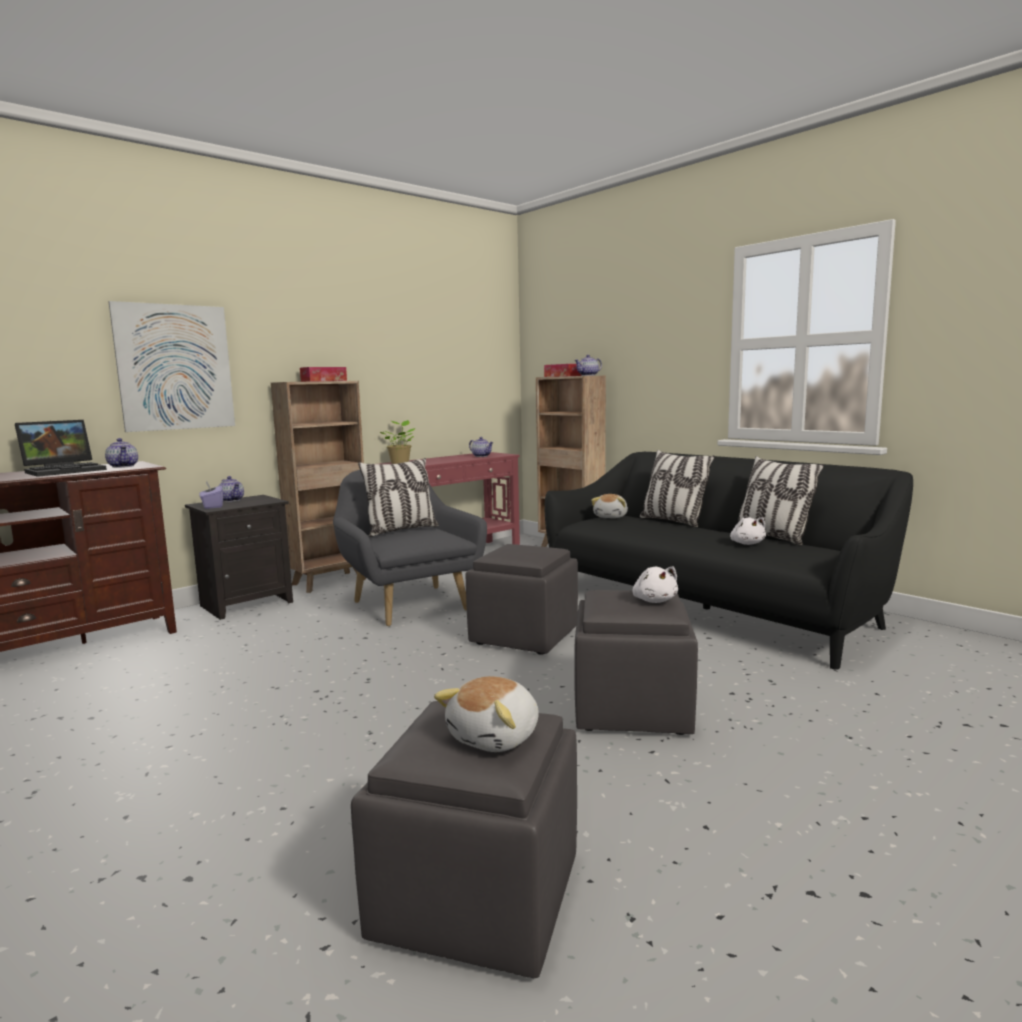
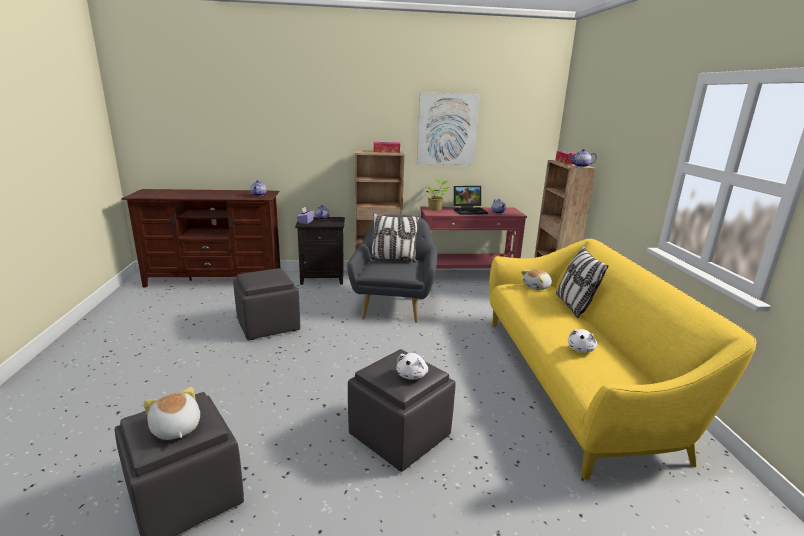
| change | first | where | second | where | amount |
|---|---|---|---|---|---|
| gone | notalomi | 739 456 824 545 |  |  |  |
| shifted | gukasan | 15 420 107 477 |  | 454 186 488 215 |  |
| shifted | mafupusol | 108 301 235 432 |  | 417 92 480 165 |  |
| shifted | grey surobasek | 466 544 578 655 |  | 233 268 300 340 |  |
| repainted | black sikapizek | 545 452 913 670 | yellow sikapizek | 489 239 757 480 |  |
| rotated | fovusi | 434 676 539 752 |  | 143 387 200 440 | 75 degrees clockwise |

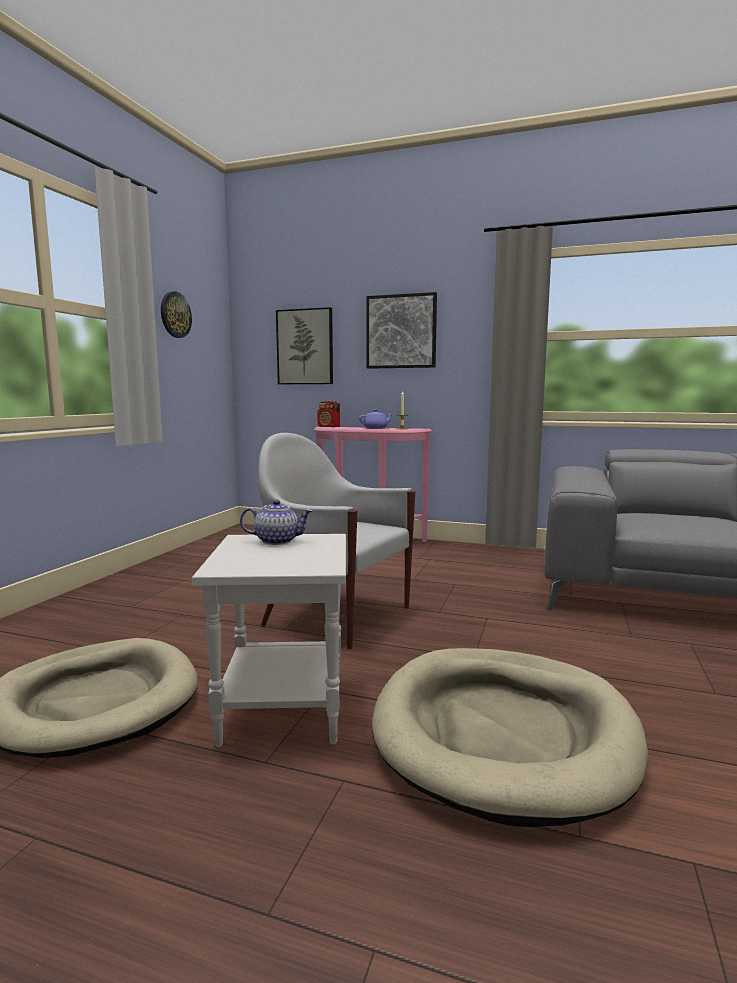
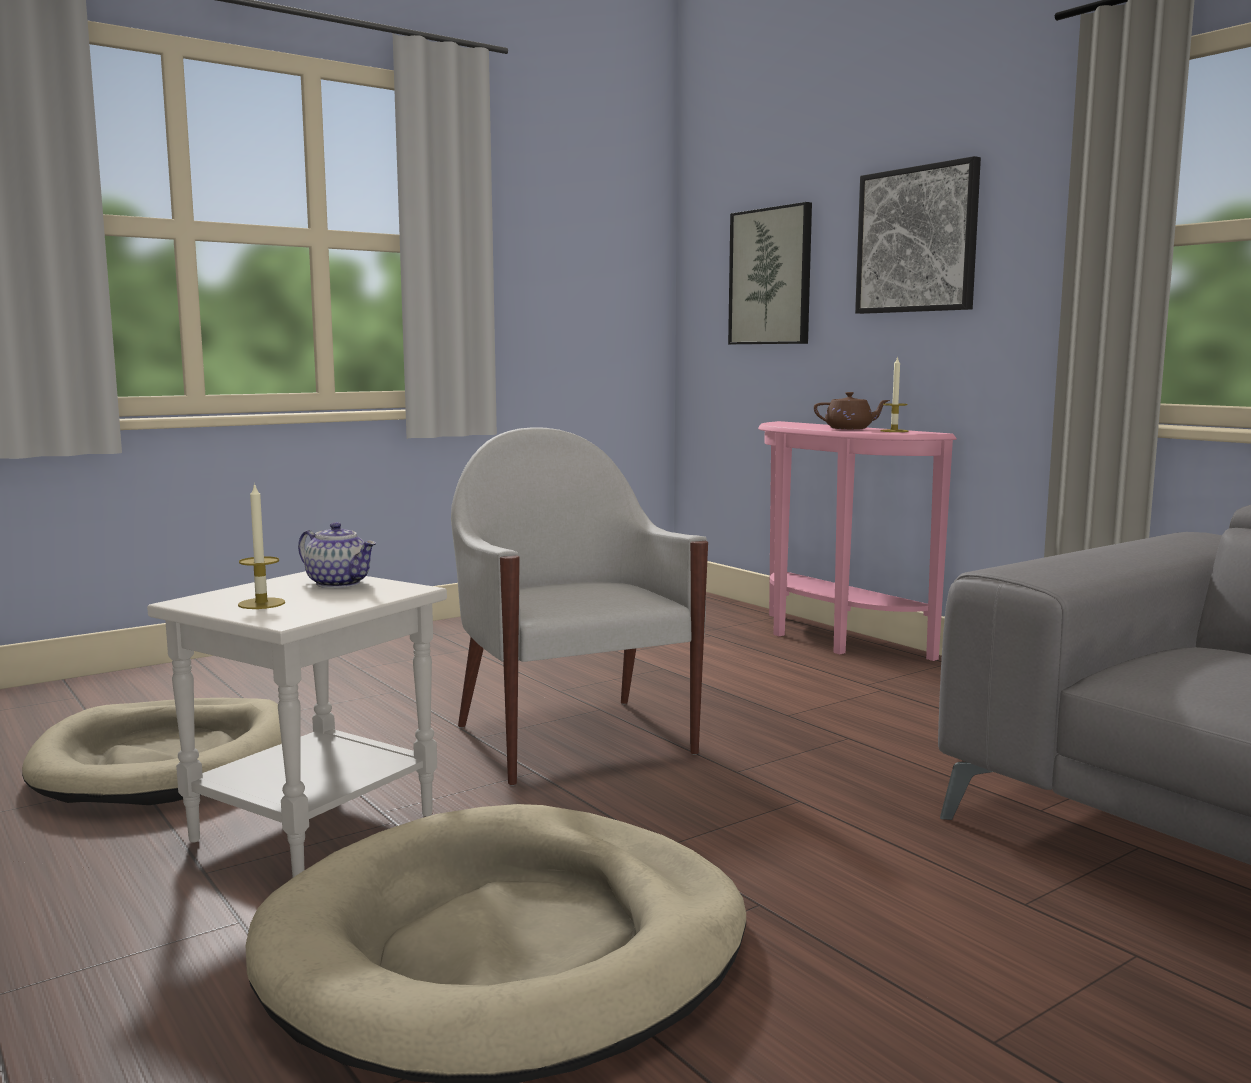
| change | first | where | second | where | amount |
|---|---|---|---|---|---|
| gone | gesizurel | 161 291 192 338 |  |  |  |
| gone | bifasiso | 317 400 340 428 |  |  |  |
| new |  |  | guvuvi | 238 482 285 609 |  |
| repainted | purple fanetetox | 359 409 393 429 | brown fanetetox | 814 392 890 429 |  |

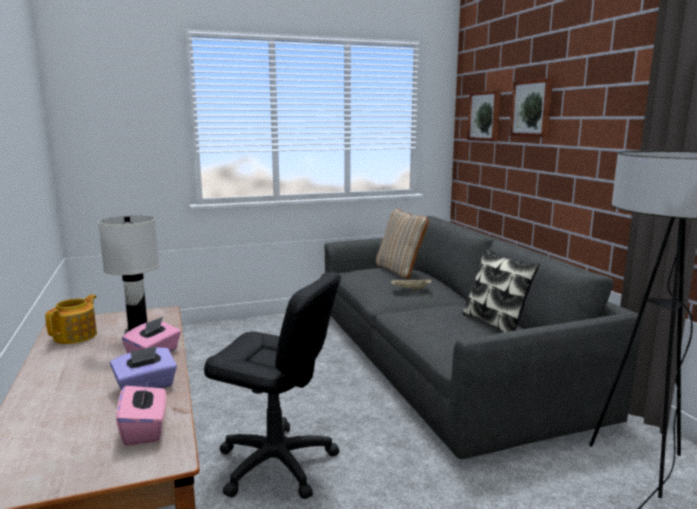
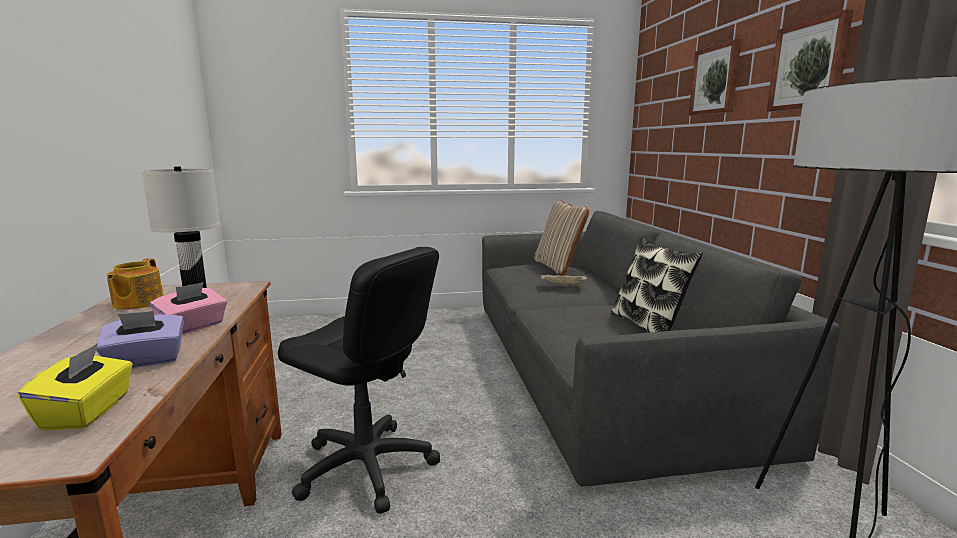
| change | first | where | second | where | amount |
|---|---|---|---|---|---|
| shifted | mafupusol | 467 90 501 142 |  | 767 9 854 112 |  |
| repainted | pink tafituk | 116 377 166 446 | yellow tafituk | 18 343 133 431 |  |
| rotated | fanetetox | 45 294 97 344 |  | 107 258 163 310 | 150 degrees clockwise |

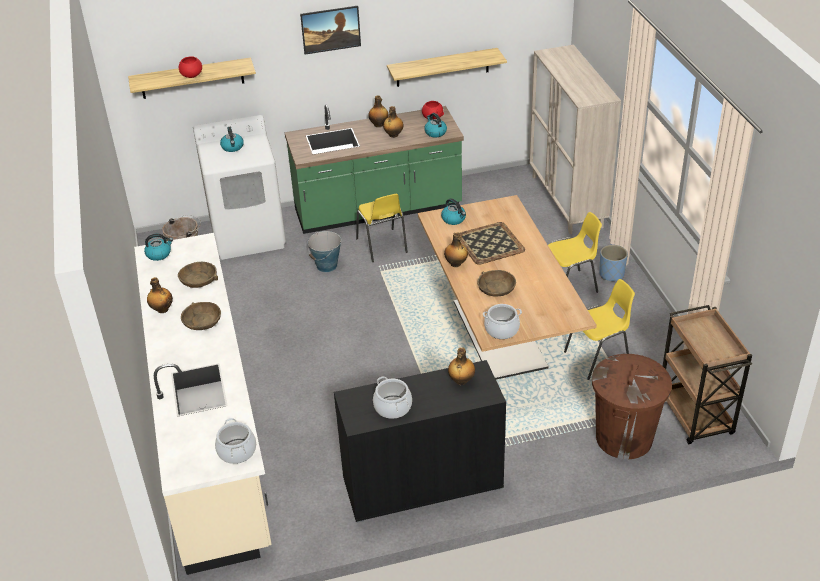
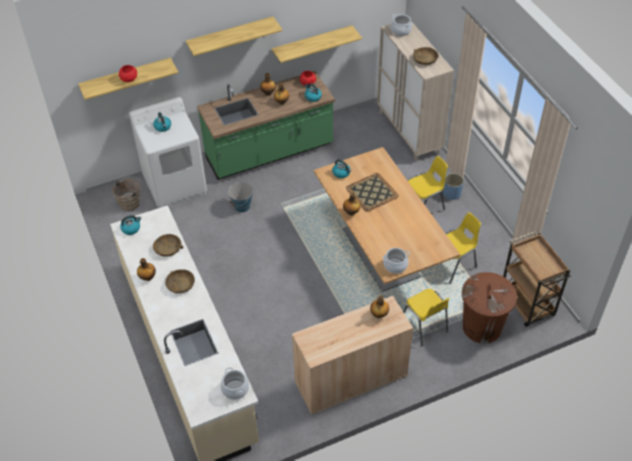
| change | first | where | second | where | amount |
|---|---|---|---|---|---|
| shifted | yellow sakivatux | 356 194 408 262 |  | 403 289 450 346 |  |
| shifted | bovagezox | 373 376 412 419 |  | 391 14 412 36 |  |
| shifted | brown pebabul | 477 270 516 297 |  | 413 47 439 65 |  |
| swapped | mafupusol | 300 6 361 55 | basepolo | 186 16 283 56 |  |
| repainted | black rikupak | 334 360 506 523 | beige rikupak | 292 296 413 415 |  |

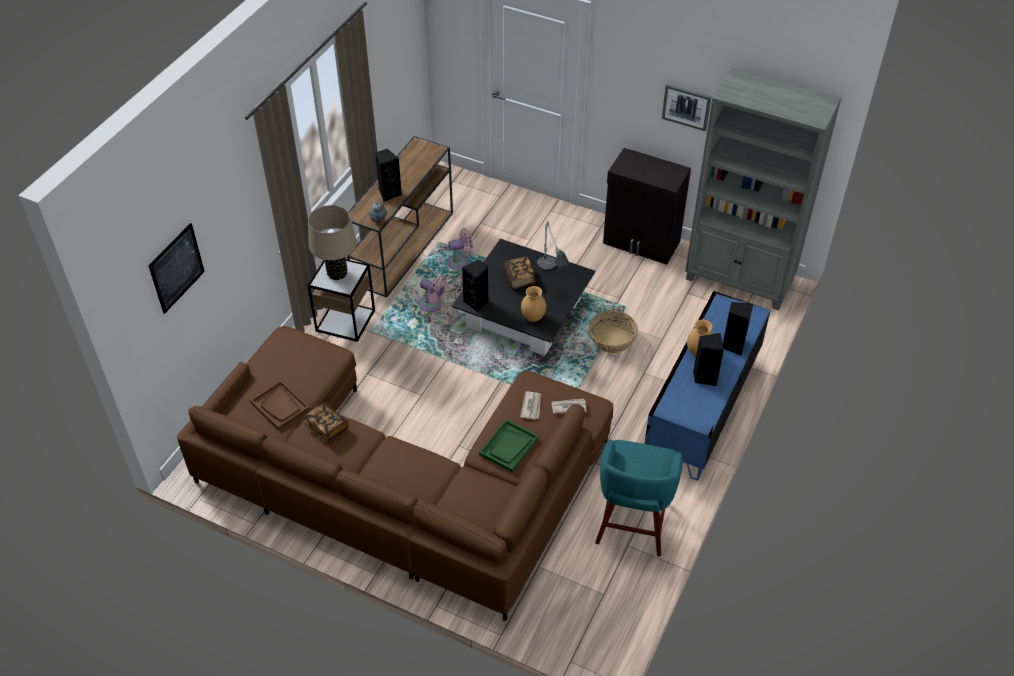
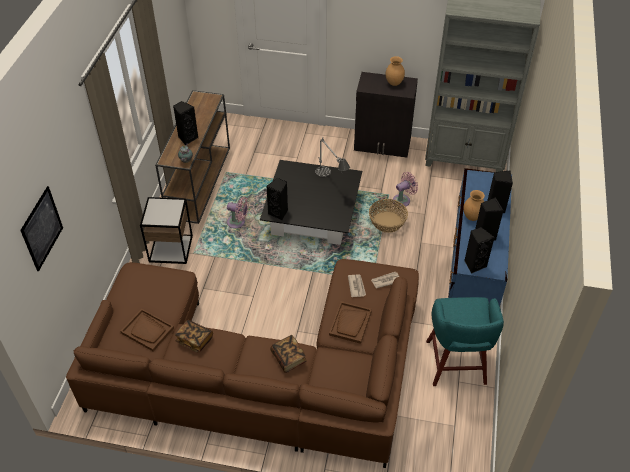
| change | first | where | second | where | amount |
|---|---|---|---|---|---|
| gone | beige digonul | 308 205 357 280 |  |  |  |
| gone | mafupusol | 662 84 712 131 |  |  |  |
| new |  |  | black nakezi | 464 227 495 274 |  |
| shifted | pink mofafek | 447 228 474 270 |  | 393 172 418 207 |  |
| shifted | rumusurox | 504 256 536 289 |  | 270 335 307 373 |  |
| shifted | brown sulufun | 521 286 546 322 |  | 386 56 405 86 |  |
| repainted | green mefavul | 479 419 539 472 | brown mefavul | 329 301 372 344 |  |

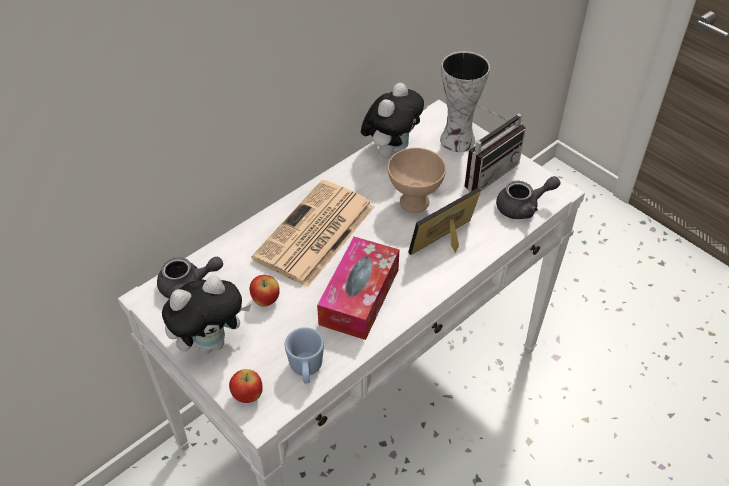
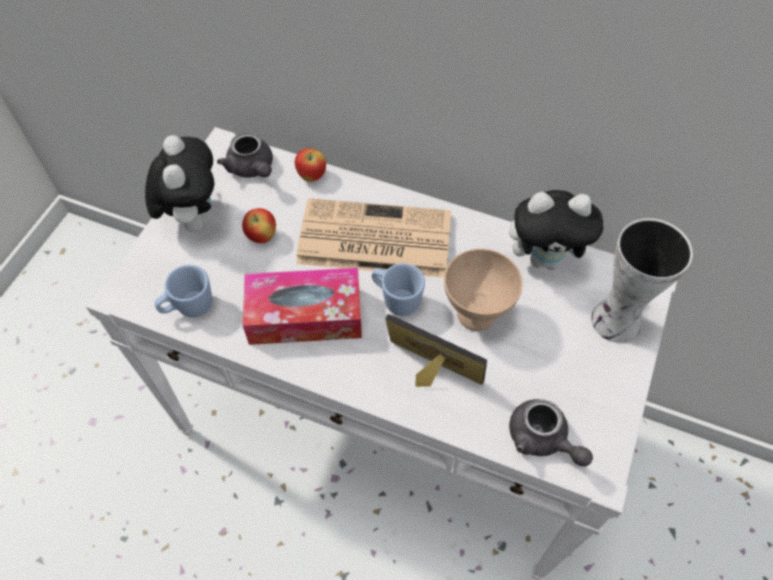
| change | first | where | second | where | amount |
|---|---|---|---|---|---|
| gone | bifasiso | 465 105 526 192 |  |  |  |
| new |  |  | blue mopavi | 372 263 425 316 |  |
| shifted | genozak | 229 369 263 403 |  | 295 148 326 182 |  |
| rotated | fovusi | 162 276 251 354 |  | 145 135 214 232 | 135 degrees counterclockwise |

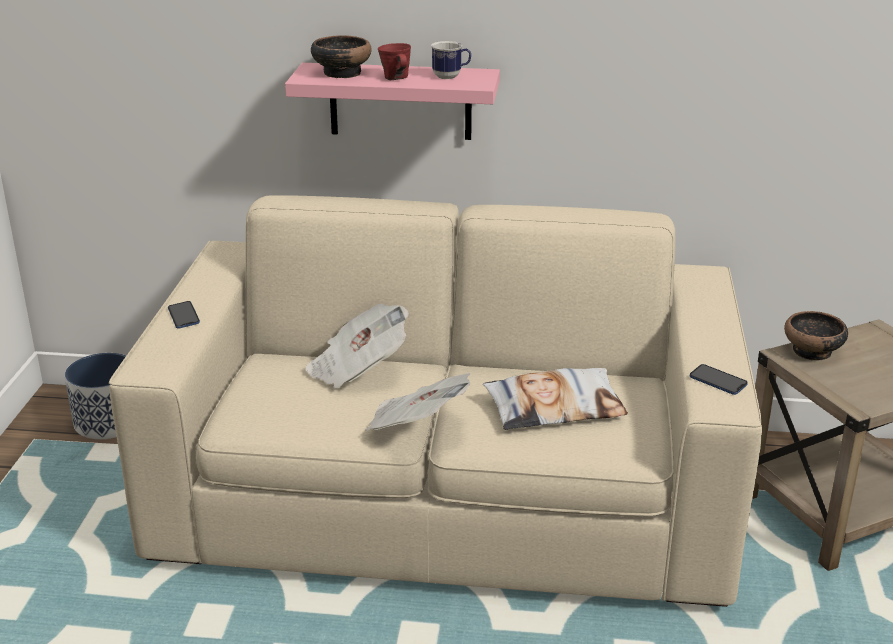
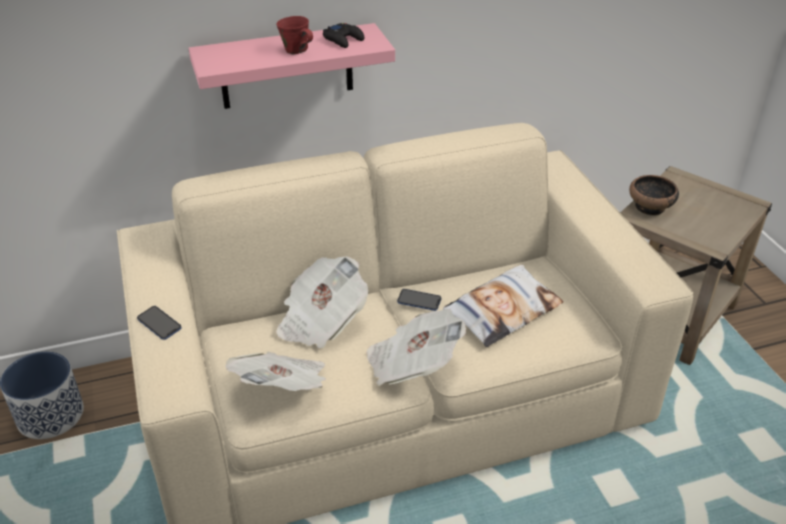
| change | first | where | second | where | amount |
|---|---|---|---|---|---|
| gone | pebabul | 311 36 372 78 |  |  |  |
| new |  |  | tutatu | 226 352 326 391 |  |
| shifted | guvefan | 690 364 748 395 |  | 397 289 441 311 |  |
| swapped | mopavi | 431 41 471 79 | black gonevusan | 323 23 364 48 |  |

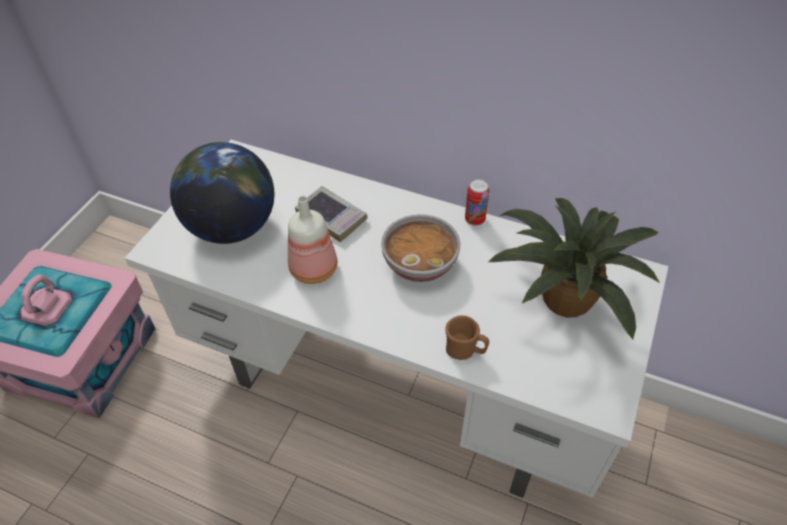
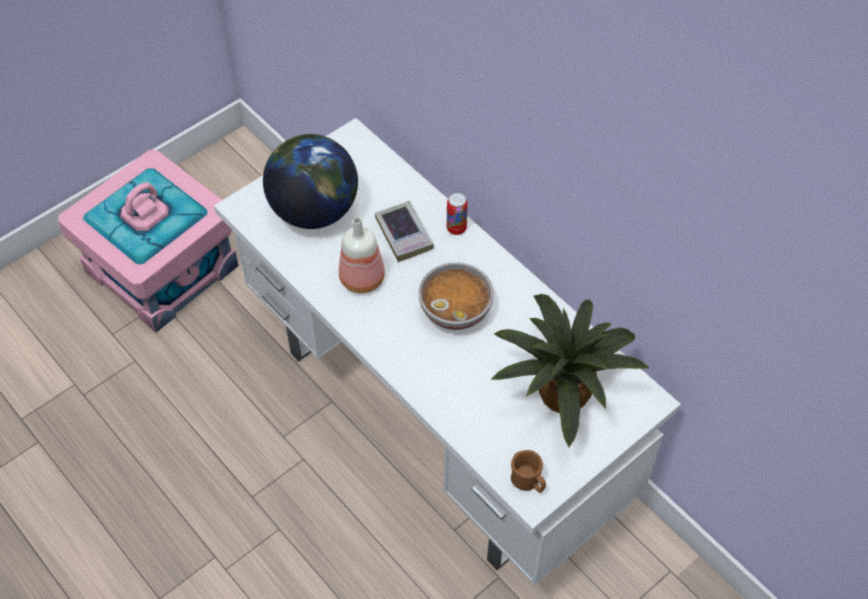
| change | first | where | second | where | amount |
|---|---|---|---|---|---|
| shifted | brown mopavi | 445 315 489 360 |  | 511 450 546 493 |  |
| shifted | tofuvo | 465 179 489 226 |  | 447 193 468 235 |  |

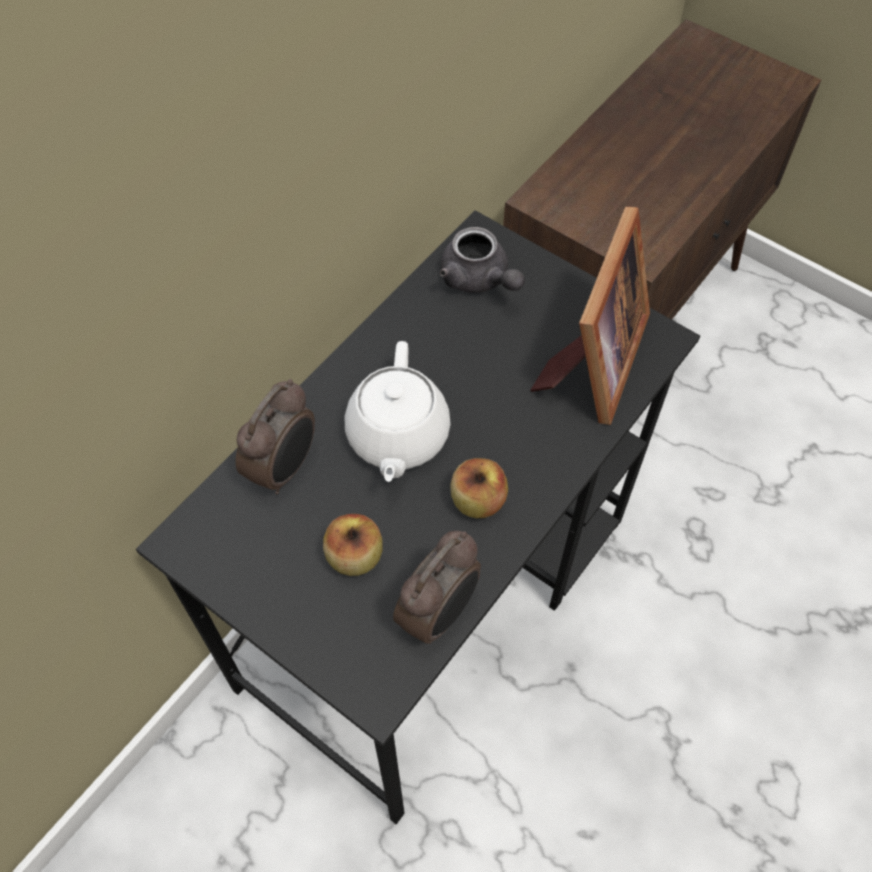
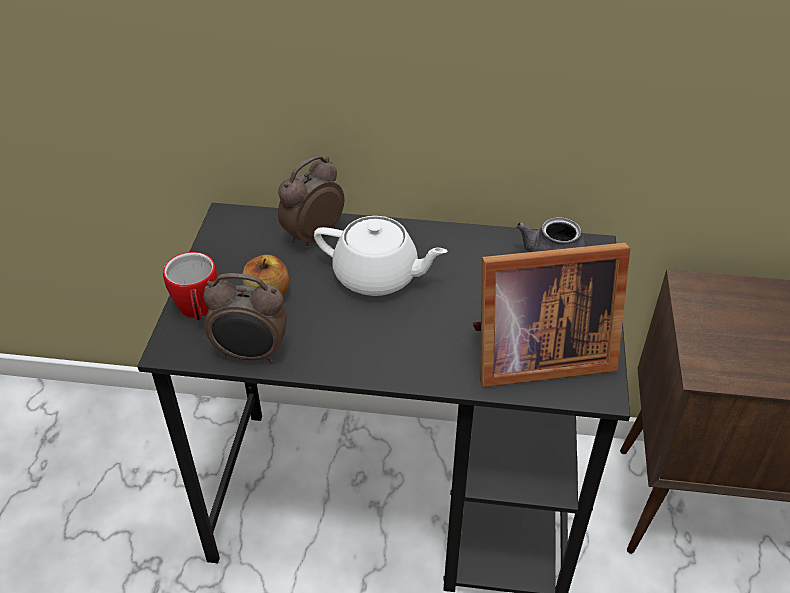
| change | first | where | second | where | amount |
|---|---|---|---|---|---|
| gone | genozak | 450 458 508 518 |  |  |  |
| new |  |  | mopavi | 163 252 217 320 |  |
| rotated | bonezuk | 236 379 315 494 |  | 278 155 344 249 | 135 degrees clockwise |
| rotated | white fanetetox | 345 341 451 482 |  | 314 216 448 296 | 135 degrees counterclockwise |

